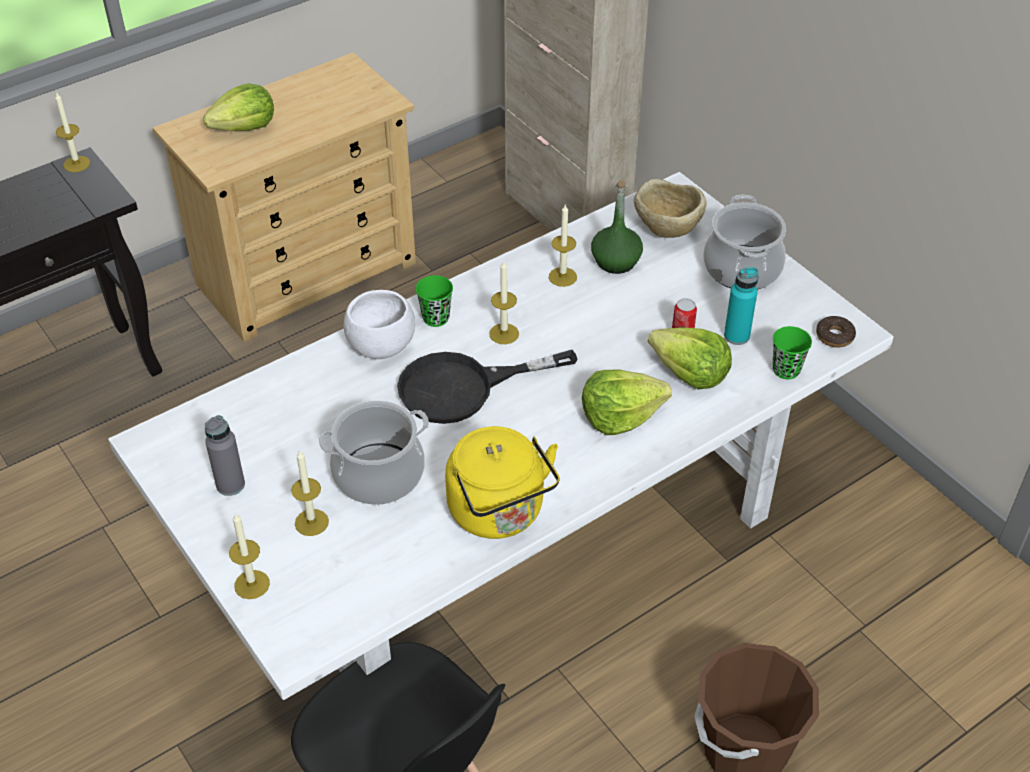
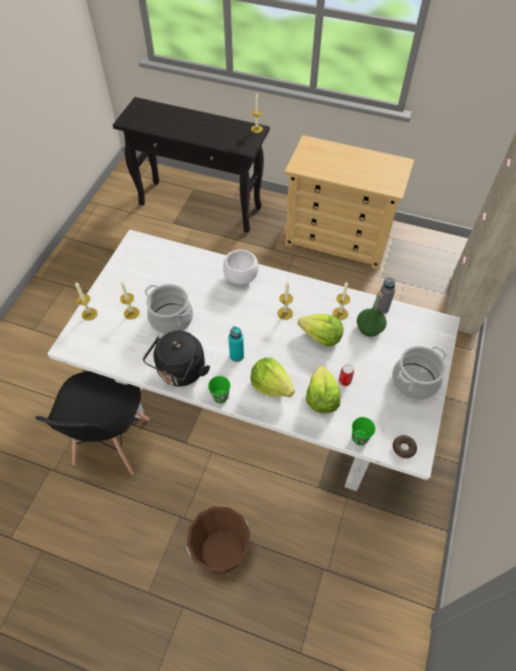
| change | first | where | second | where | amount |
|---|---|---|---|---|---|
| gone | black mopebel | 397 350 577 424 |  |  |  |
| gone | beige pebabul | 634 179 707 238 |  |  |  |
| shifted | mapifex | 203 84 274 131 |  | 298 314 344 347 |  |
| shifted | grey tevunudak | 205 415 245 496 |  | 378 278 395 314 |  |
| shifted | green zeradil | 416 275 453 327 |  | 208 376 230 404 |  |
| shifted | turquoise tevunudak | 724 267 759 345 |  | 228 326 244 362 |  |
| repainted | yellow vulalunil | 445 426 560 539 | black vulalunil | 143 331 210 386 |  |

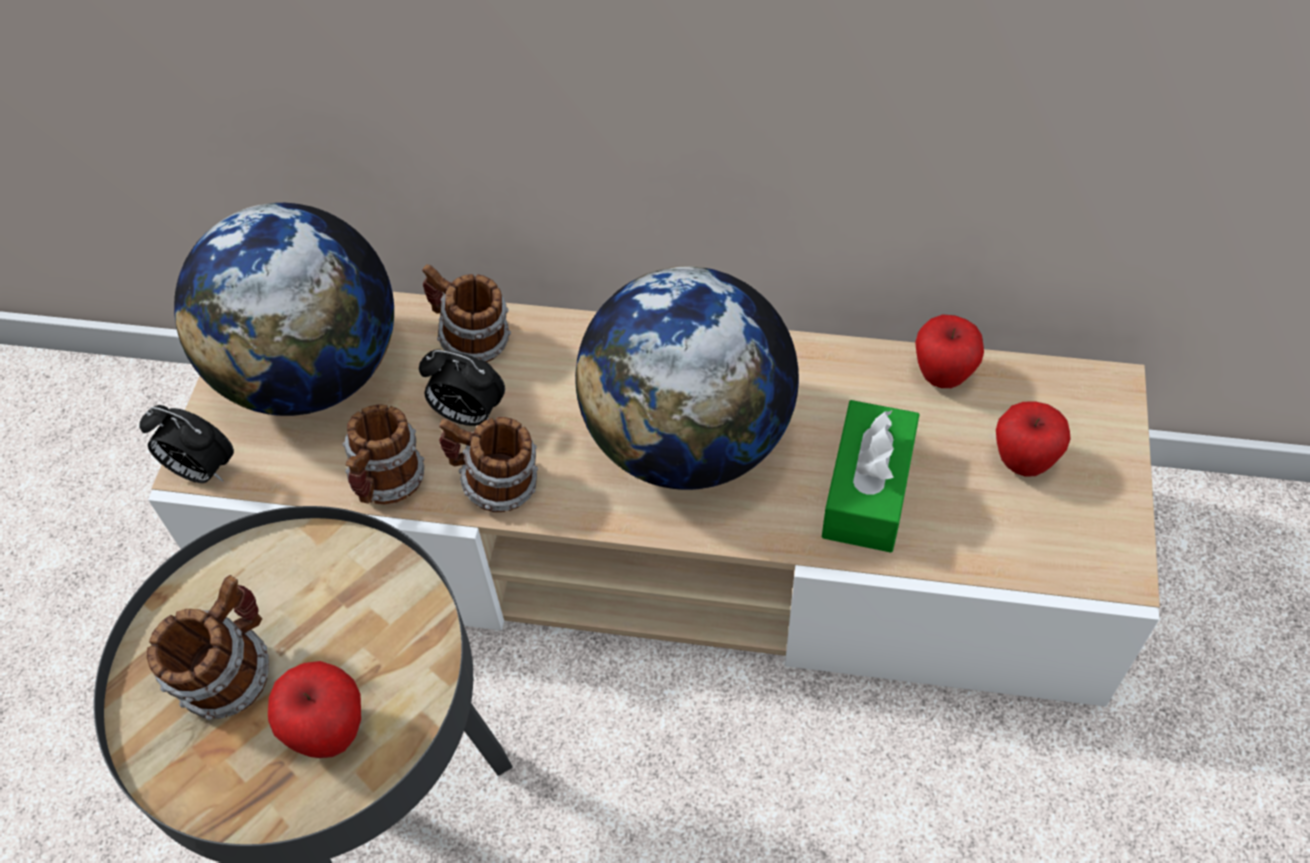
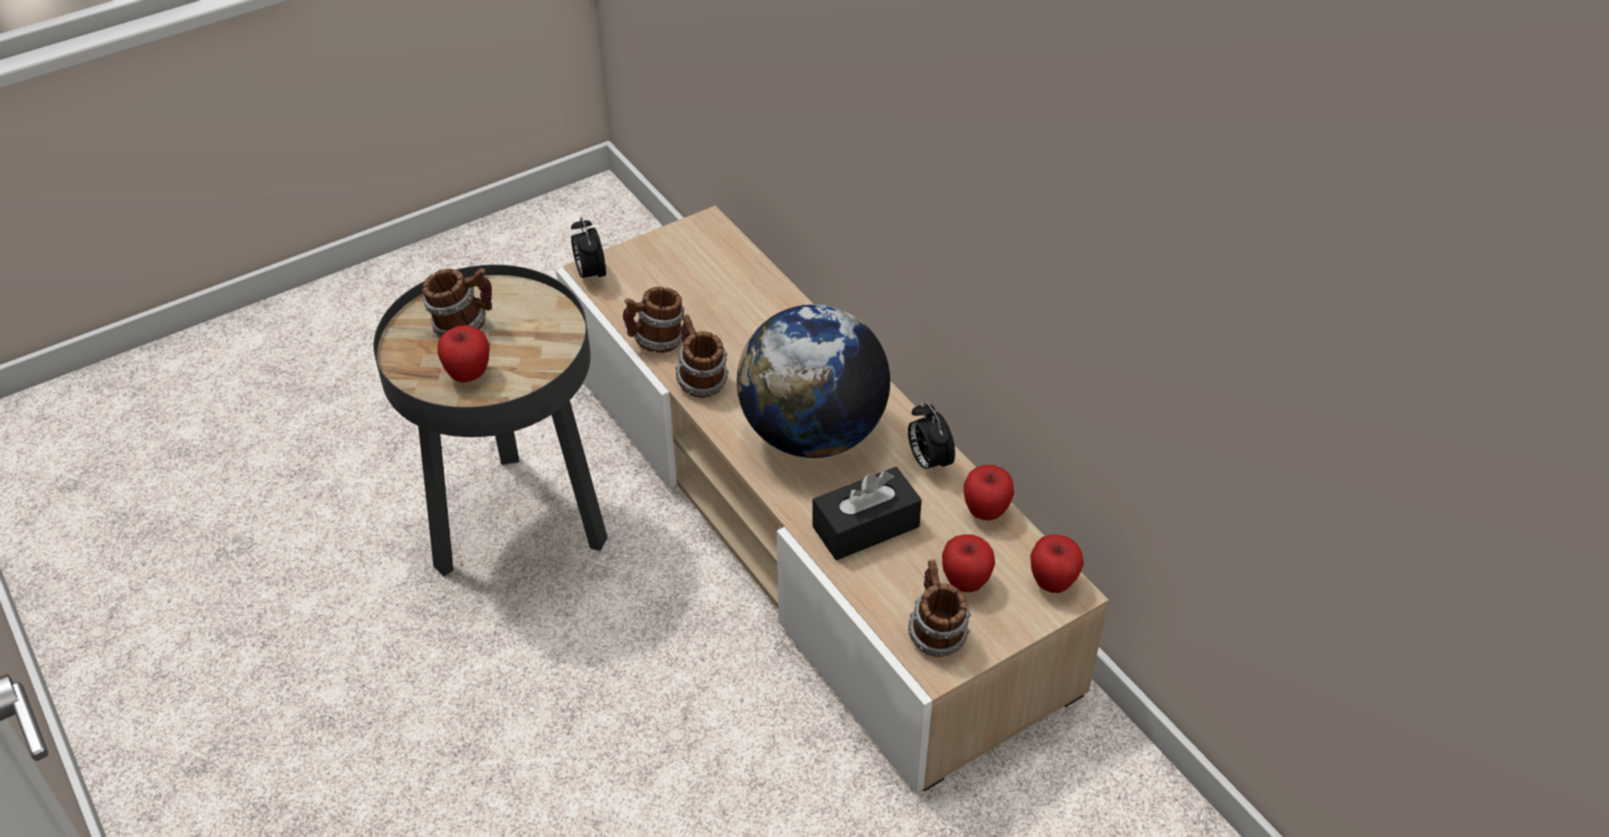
| change | first | where | second | where | amount |
|---|---|---|---|---|---|
| gone | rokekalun | 174 203 394 416 |  |  |  |
| new |  |  | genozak | 1030 535 1084 593 |  |
| shifted | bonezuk | 419 349 505 426 |  | 908 402 955 476 |  |
| shifted | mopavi | 422 265 511 362 |  | 908 560 971 657 |  |
| repainted | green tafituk | 822 400 920 553 | black tafituk | 812 467 922 560 |  |

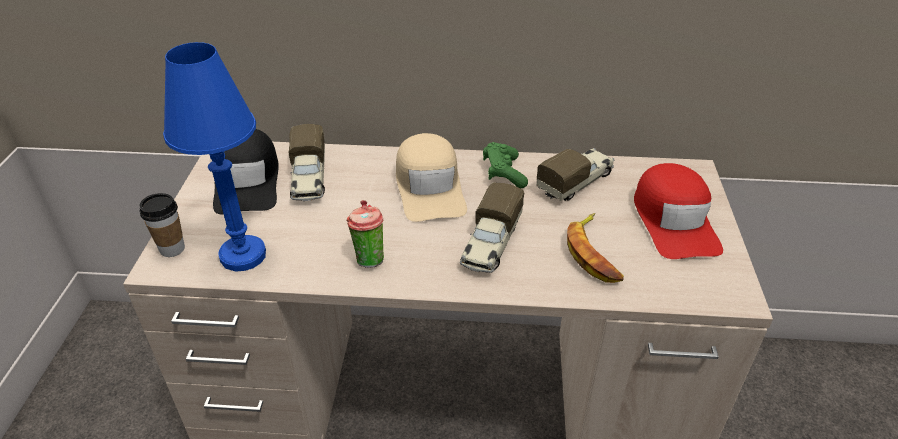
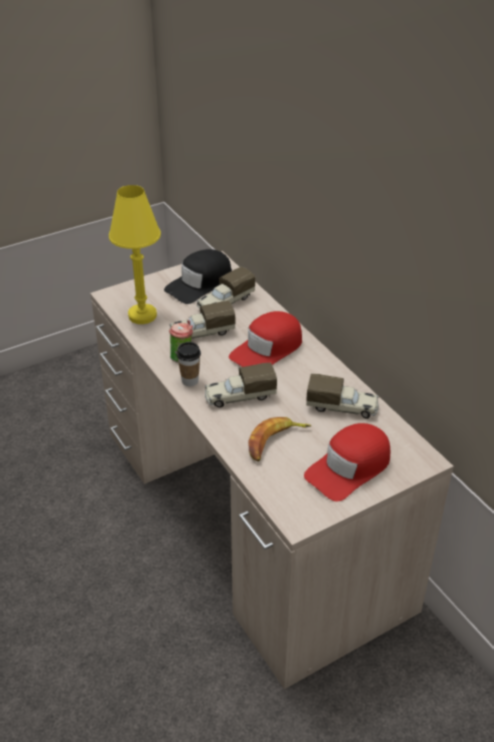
| change | first | where | second | where | amount |
|---|---|---|---|---|---|
| gone | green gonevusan | 483 142 528 188 |  |  |  |
| new |  |  | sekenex | 170 301 235 339 |  |
| shifted | zeradil | 140 193 185 257 |  | 177 342 201 386 |  |
| repainted | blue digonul | 163 42 266 272 | yellow digonul | 109 185 161 324 |  |
| repainted | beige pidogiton | 396 133 467 222 | red pidogiton | 229 311 302 367 |  |

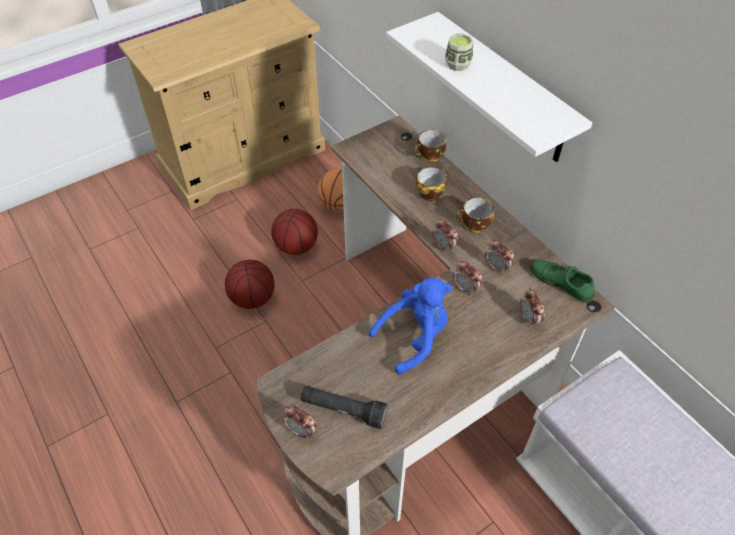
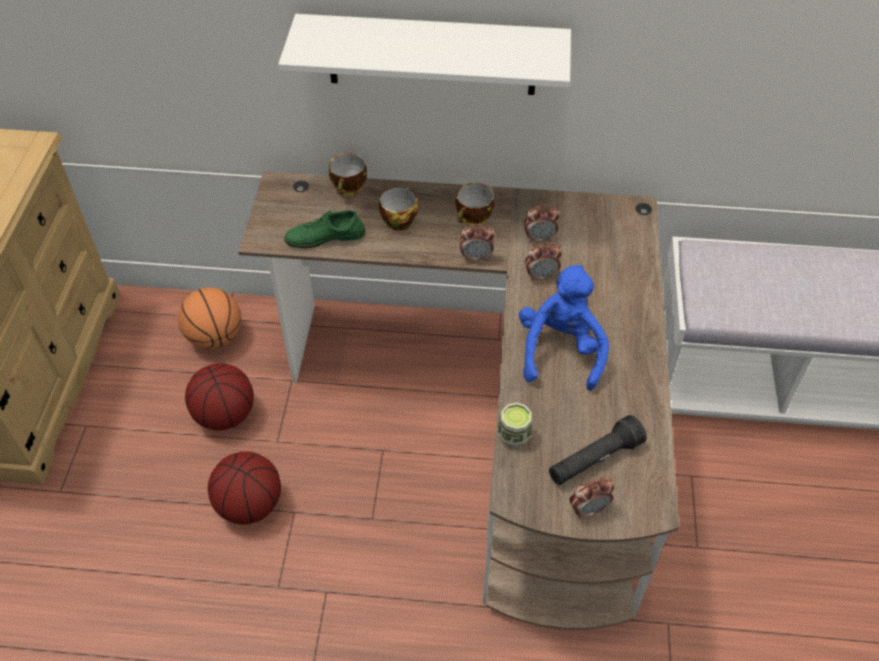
| change | first | where | second | where | amount |
|---|---|---|---|---|---|
| gone | bonezuk | 520 288 545 327 |  |  |  |
| shifted | zeradil | 445 34 473 71 |  | 497 402 532 447 |  |
| shifted | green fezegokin | 530 260 595 303 |  | 284 210 366 249 |  |

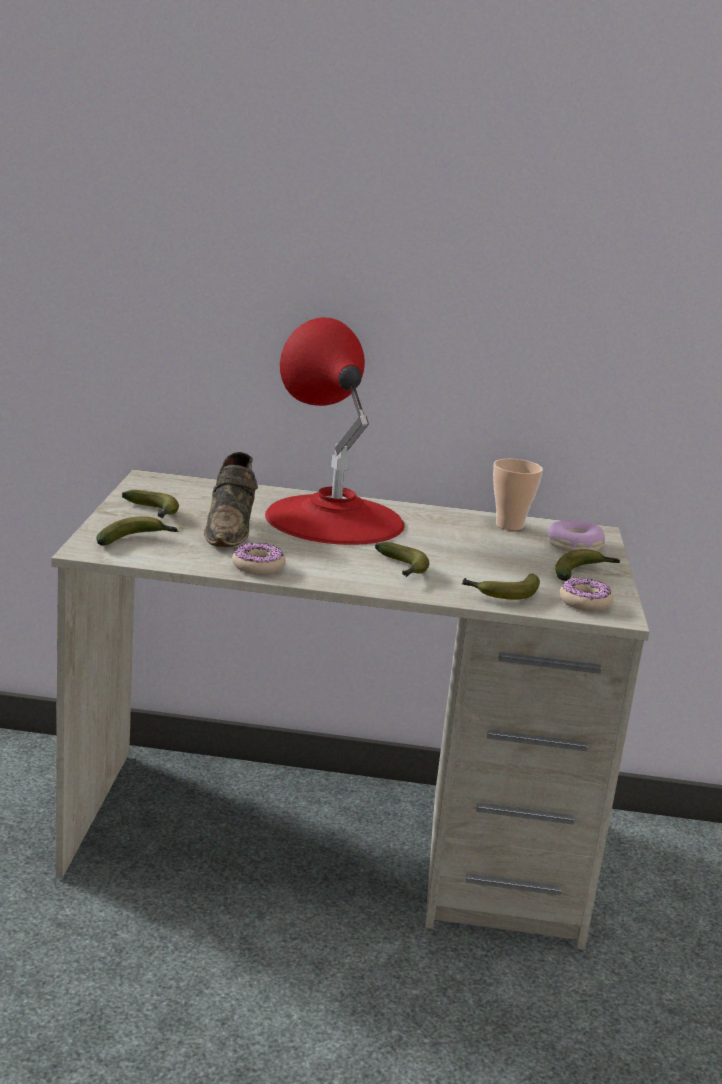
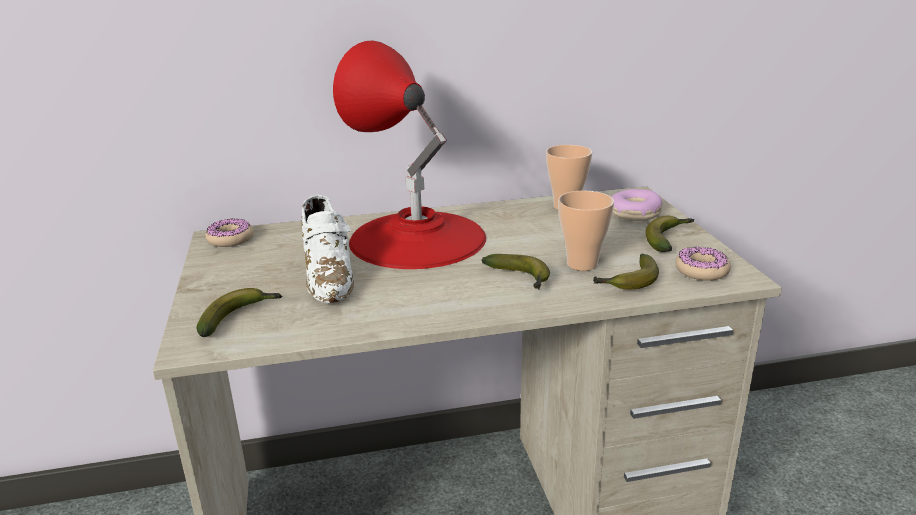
| change | first | where | second | where | amount |
|---|---|---|---|---|---|
| gone | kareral | 122 490 179 518 |  |  |  |
| new |  |  | zeradil | 558 191 614 271 |  |
| shifted | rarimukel | 232 543 286 575 |  | 206 219 254 247 |  |
| repainted | brown fezegokin | 204 452 258 547 | white fezegokin | 302 195 354 303 |  |

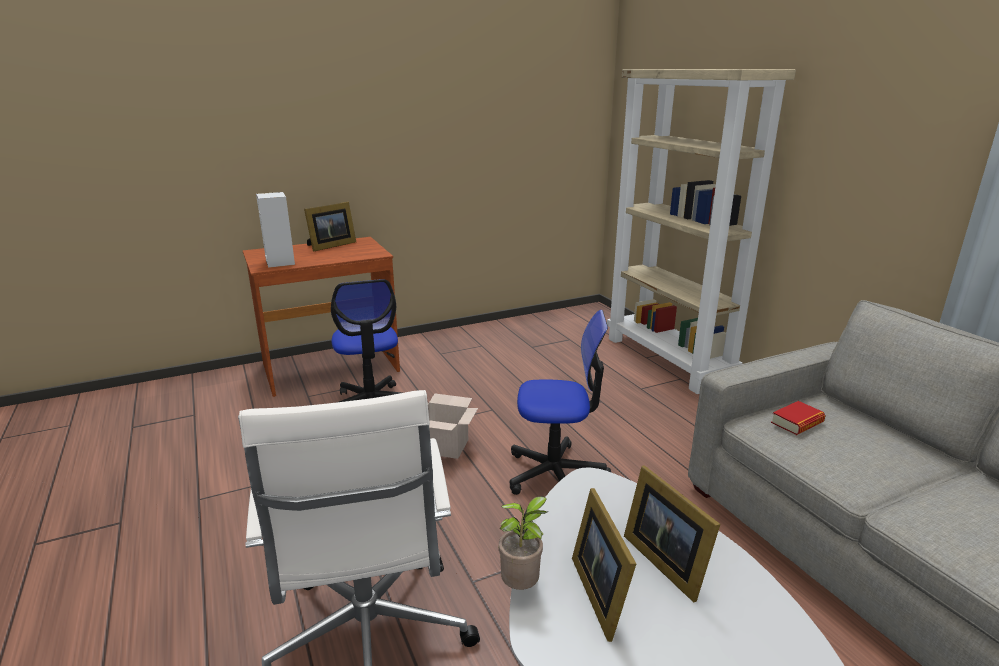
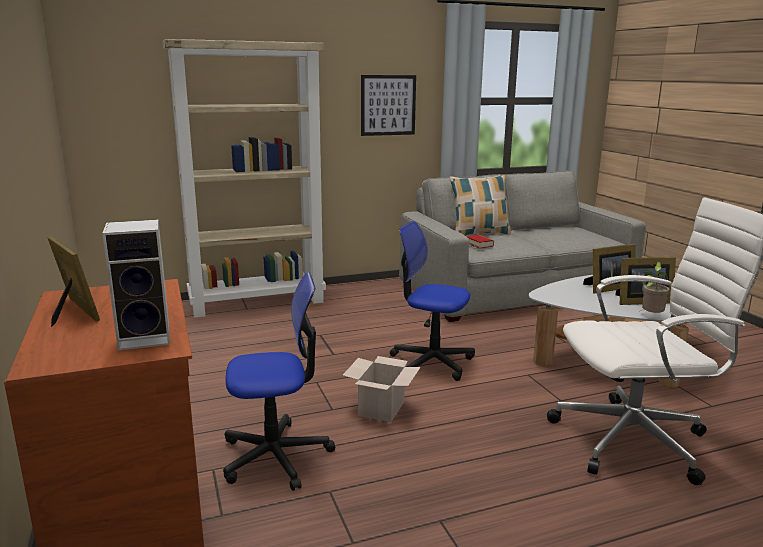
| change | first | where | second | where | amount |
|---|---|---|---|---|---|
| new |  |  | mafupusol | 361 75 416 136 |  |
| new |  |  | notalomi | 449 174 511 236 |  |
| rotated | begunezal | 509 310 611 495 |  | 390 221 475 381 | 75 degrees counterclockwise |

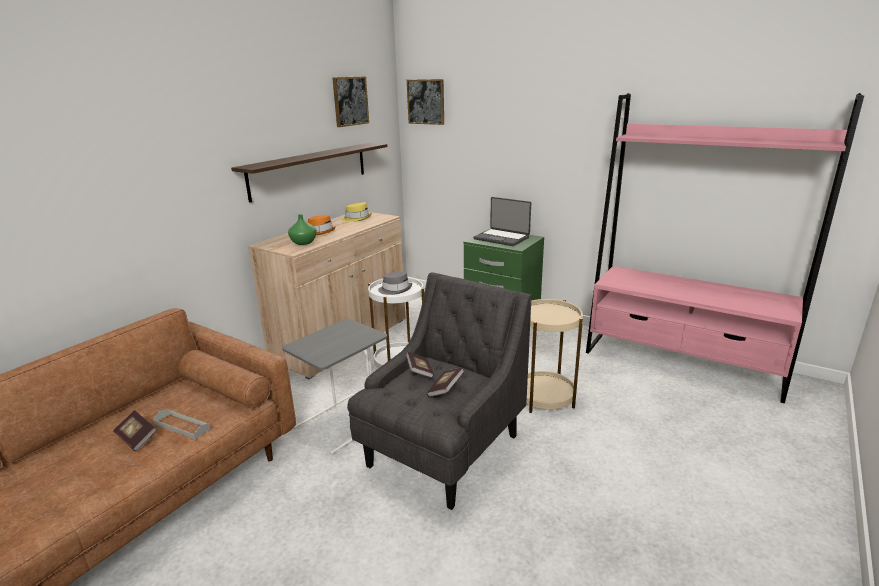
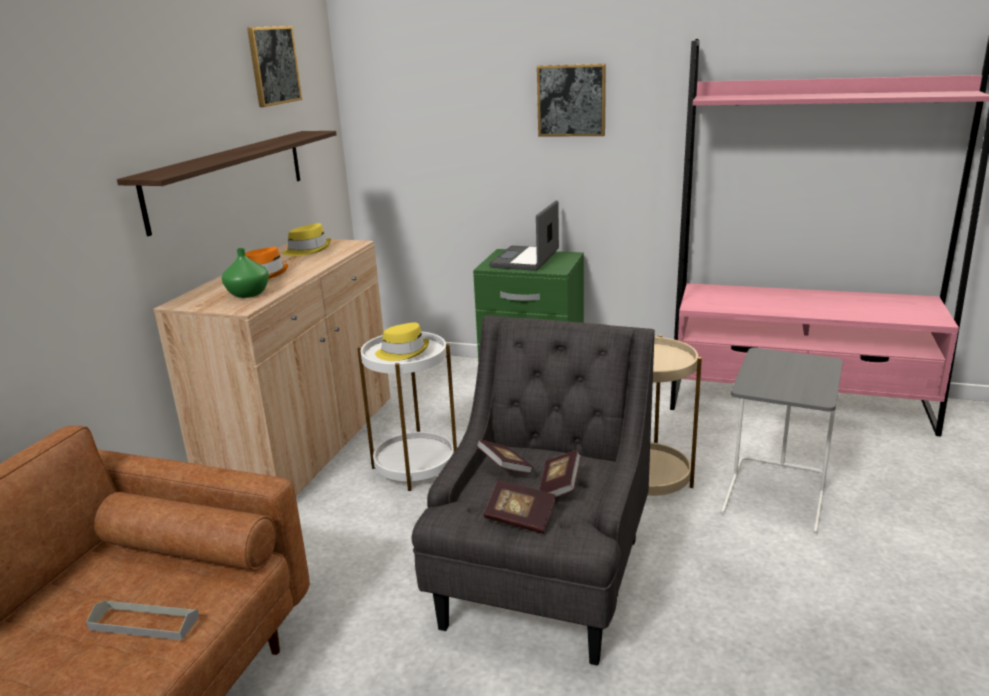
| change | first | where | second | where | amount |
|---|---|---|---|---|---|
| shifted | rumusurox | 113 410 157 452 |  | 484 480 556 534 |  |
| shifted | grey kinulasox | 282 319 387 454 |  | 720 348 843 534 |  |
| shifted | mafupusol | 407 79 444 125 |  | 537 64 606 136 |  |
| repainted | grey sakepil | 378 272 412 295 | yellow sakepil | 375 322 429 361 |  |
| rotated | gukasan | 473 197 531 246 |  | 489 200 559 271 | 90 degrees clockwise |

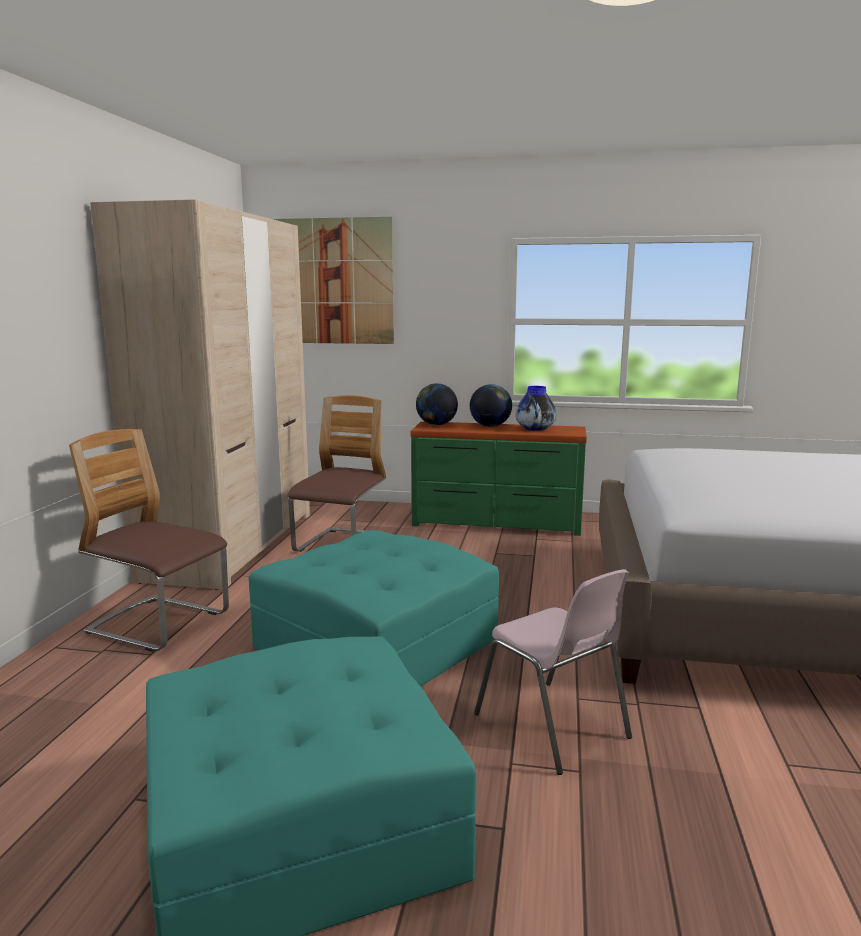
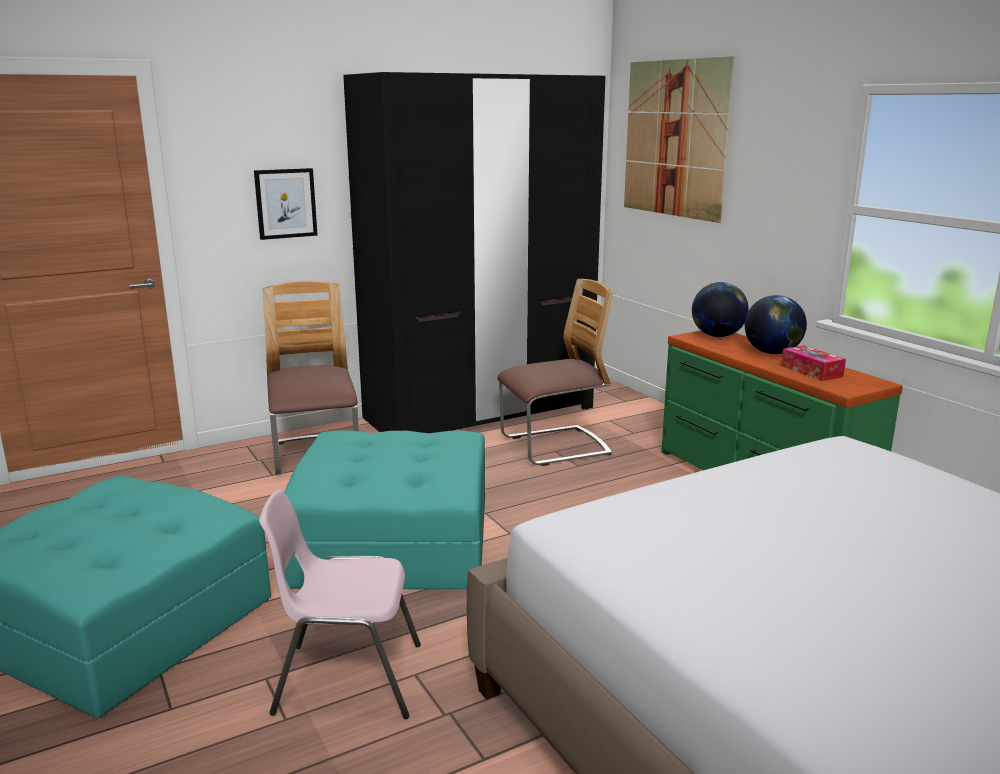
| change | first | where | second | where | amount |
|---|---|---|---|---|---|
| new |  |  | mafupusol | 254 168 318 240 |  |
| swapped | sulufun | 515 386 557 431 | tafituk | 781 345 846 381 |  |
| repainted | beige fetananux | 90 199 310 590 | black fetananux | 343 72 605 433 |  |
| rotated | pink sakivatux | 474 569 632 775 |  | 259 489 421 719 | 75 degrees clockwise |

